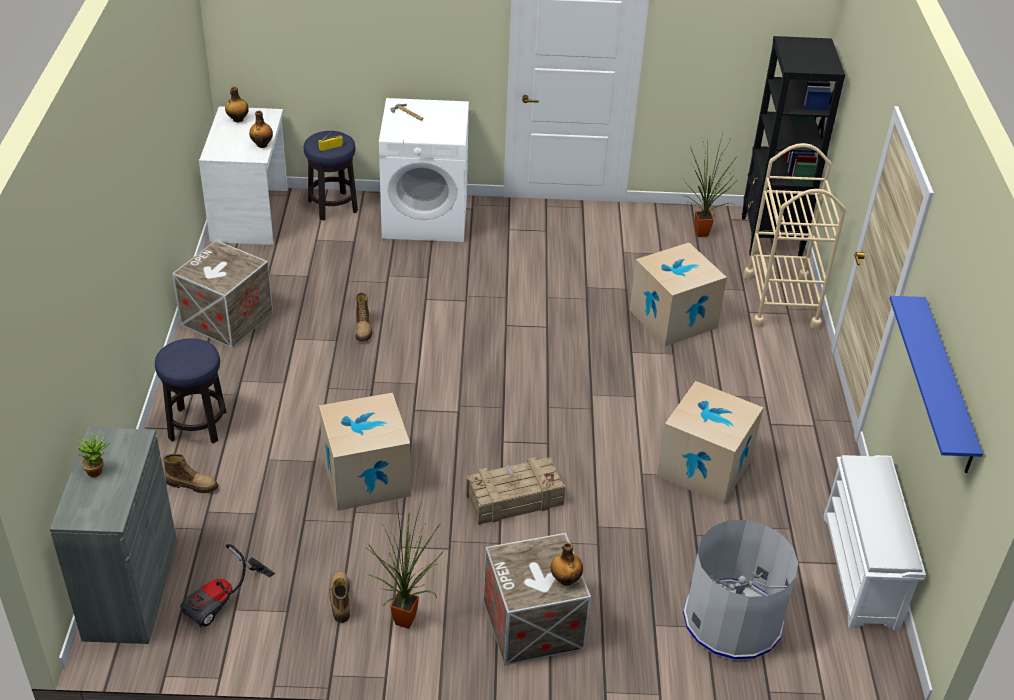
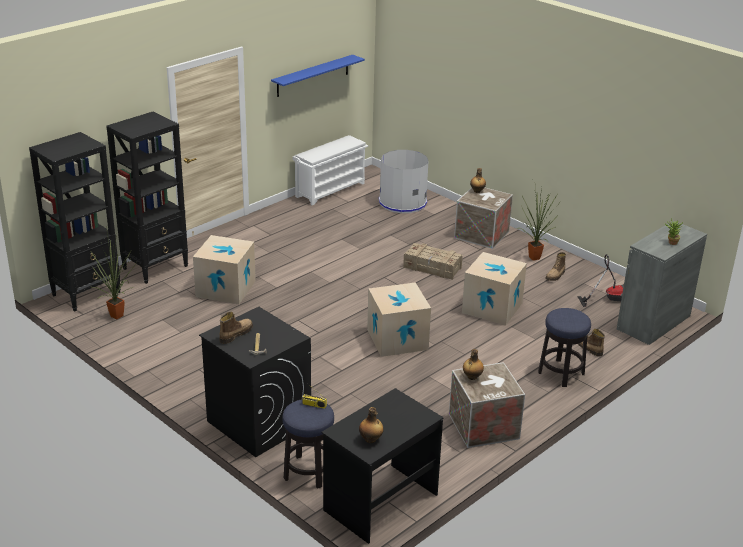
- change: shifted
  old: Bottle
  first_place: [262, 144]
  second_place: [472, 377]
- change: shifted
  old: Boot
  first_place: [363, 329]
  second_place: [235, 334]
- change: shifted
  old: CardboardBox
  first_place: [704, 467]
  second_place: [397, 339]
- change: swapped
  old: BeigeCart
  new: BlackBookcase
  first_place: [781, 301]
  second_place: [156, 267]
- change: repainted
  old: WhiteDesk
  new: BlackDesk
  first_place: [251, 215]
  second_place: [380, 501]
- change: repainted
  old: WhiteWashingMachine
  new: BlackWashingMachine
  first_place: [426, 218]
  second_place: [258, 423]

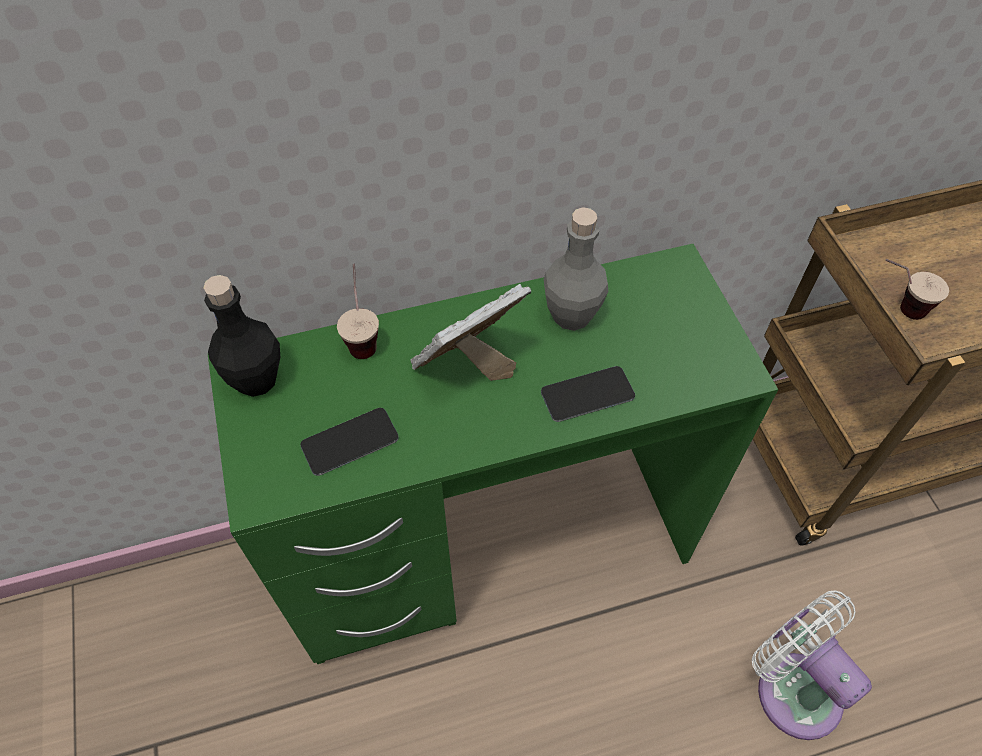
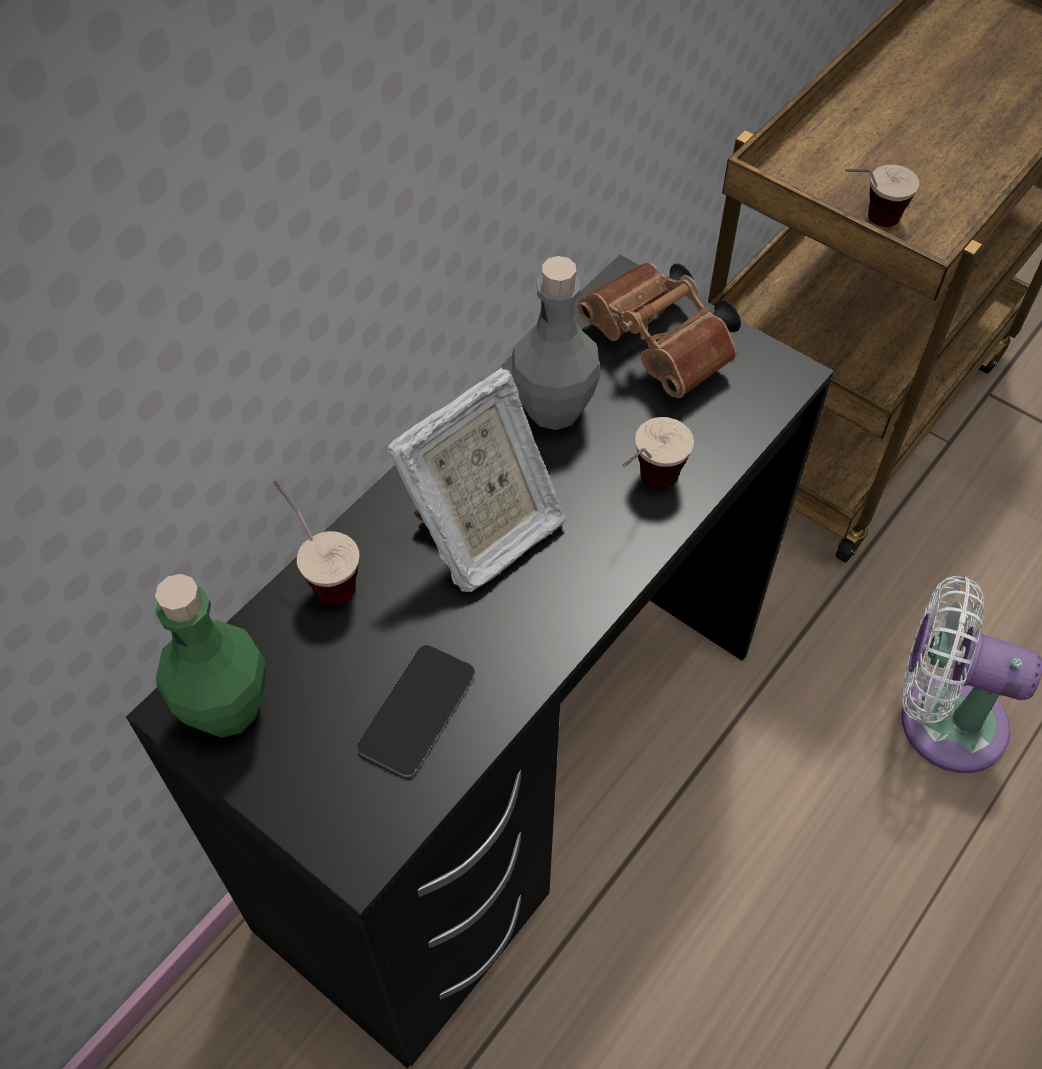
- change: new
  new: BrownBinoculars
  second_place: [663, 347]
- change: swapped
  old: Phone
  new: Cup
  first_place: [587, 394]
  second_place: [646, 490]
- change: repainted
  old: BlackBottle
  new: GreenBottle
  first_place: [256, 379]
  second_place: [227, 709]
- change: repainted
  old: GreenDesk
  new: BlackDesk
  first_place: [489, 546]
  second_place: [513, 781]
- change: rotated
  old: PictureFrame
  first_place: [469, 365]
  second_place: [483, 533]
  degrees: -150

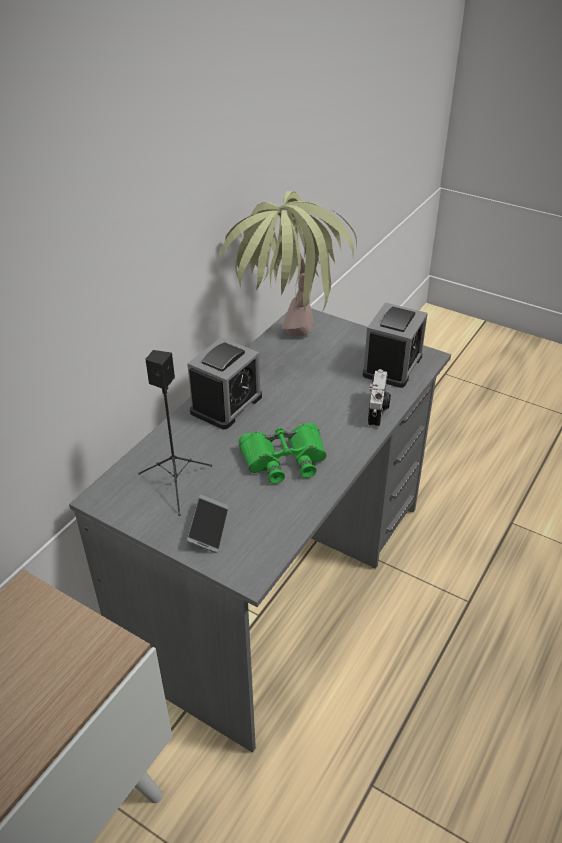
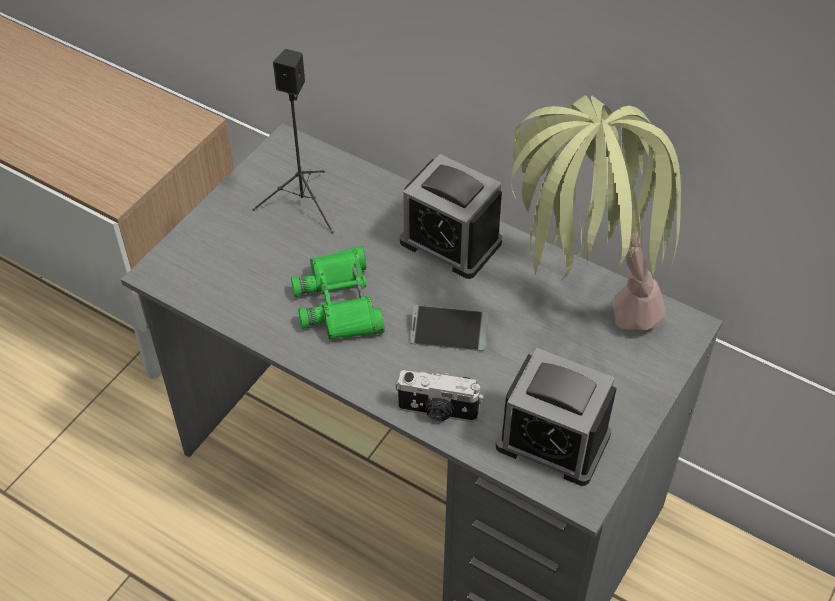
- change: shifted
  old: Phone
  first_place: [208, 528]
  second_place: [448, 333]

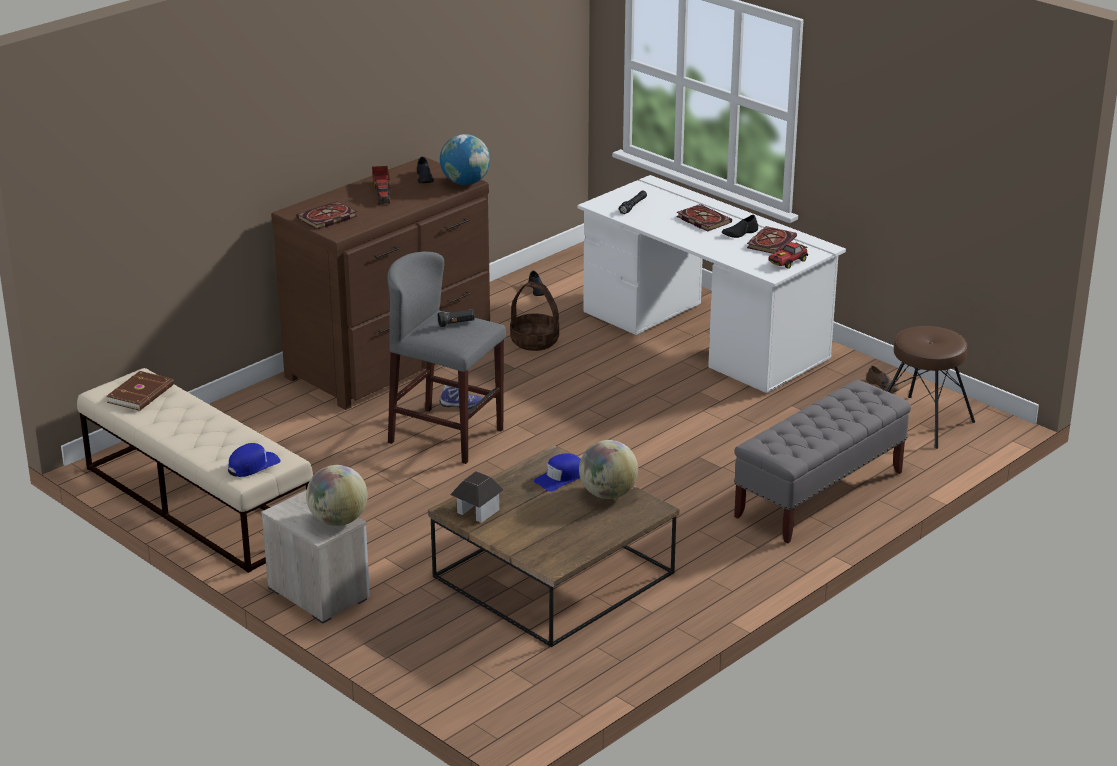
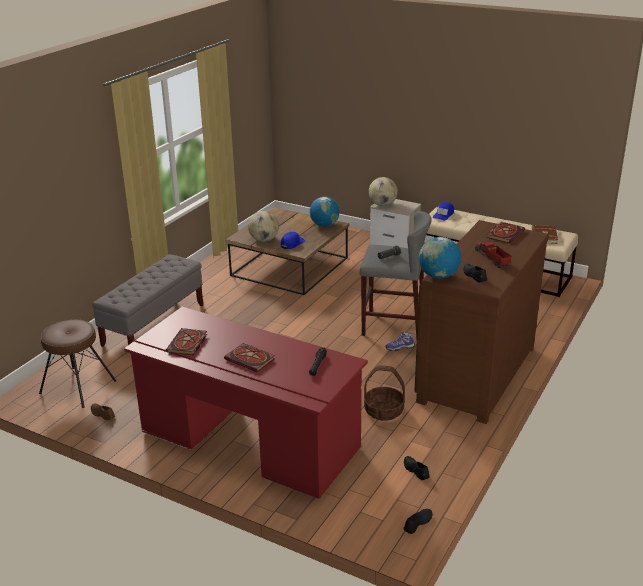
- change: gone
  old: ToyCar
  first_place: [787, 262]
- change: shifted
  old: BlackShoe
  first_place: [740, 233]
  second_place: [417, 523]
- change: swapped
  old: ToyHouse
  new: Globe
  first_place: [477, 511]
  second_place: [324, 225]
- change: repainted
  old: WhiteDesk
  new: RedDesk
  first_place: [704, 336]
  second_place: [249, 441]

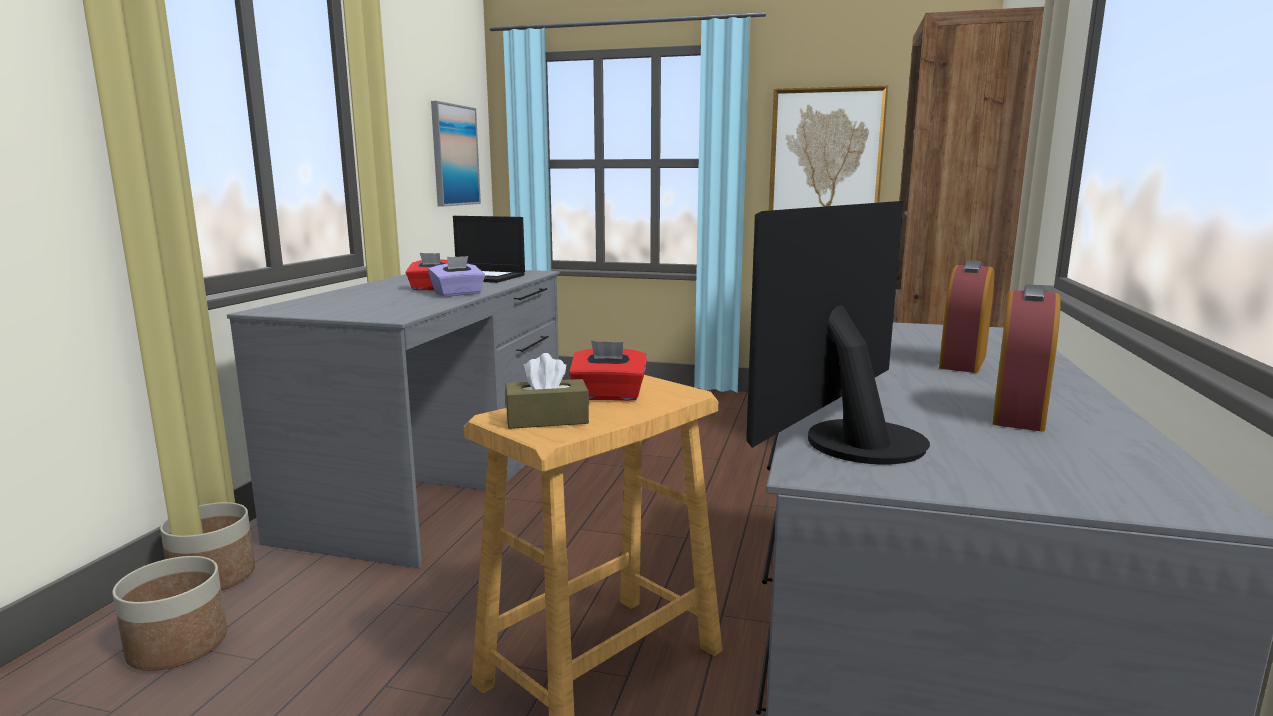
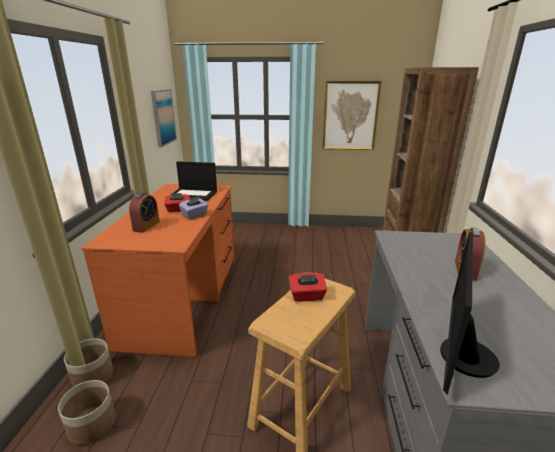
- change: gone
  old: BrownTissueBox
  first_place: [547, 419]
- change: shifted
  old: AlarmClock
  first_place: [1018, 413]
  second_place: [146, 226]
- change: repainted
  old: GreyDesk
  new: OrangeDesk
  first_place: [438, 481]
  second_place: [184, 297]

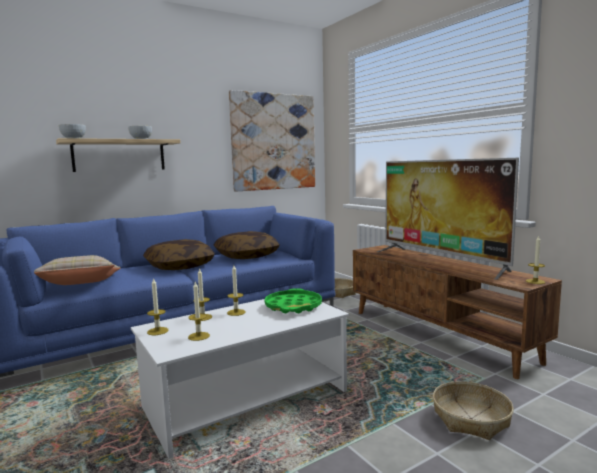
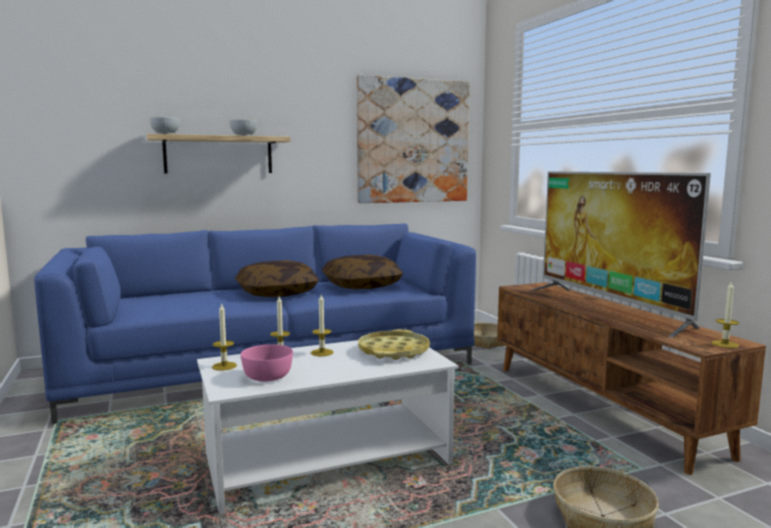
- change: gone
  old: BeigePillow
  first_place: [81, 285]
- change: swapped
  old: Candle
  new: PinkBowl
  first_place: [199, 336]
  second_place: [267, 376]
- change: repainted
  old: GreenTray
  new: YellowTray
  first_place: [293, 306]
  second_place: [393, 351]

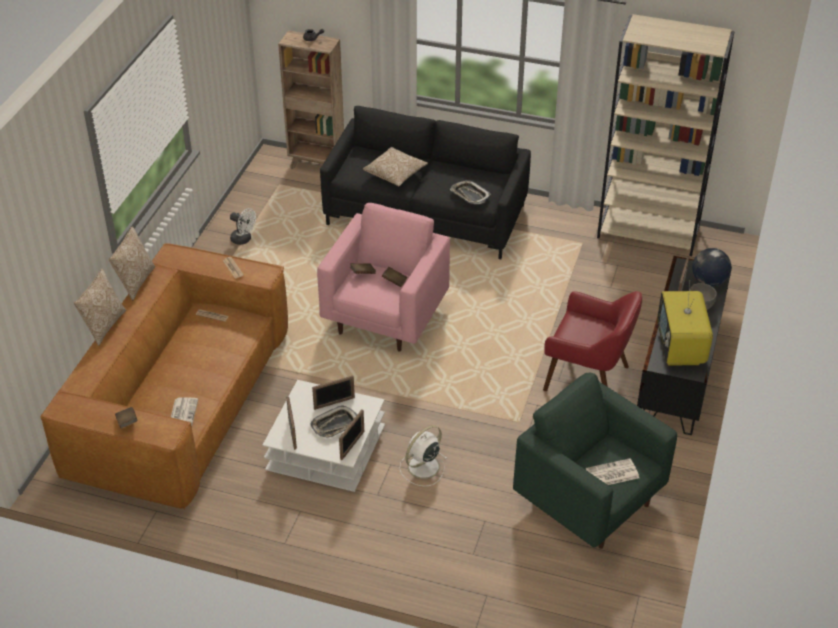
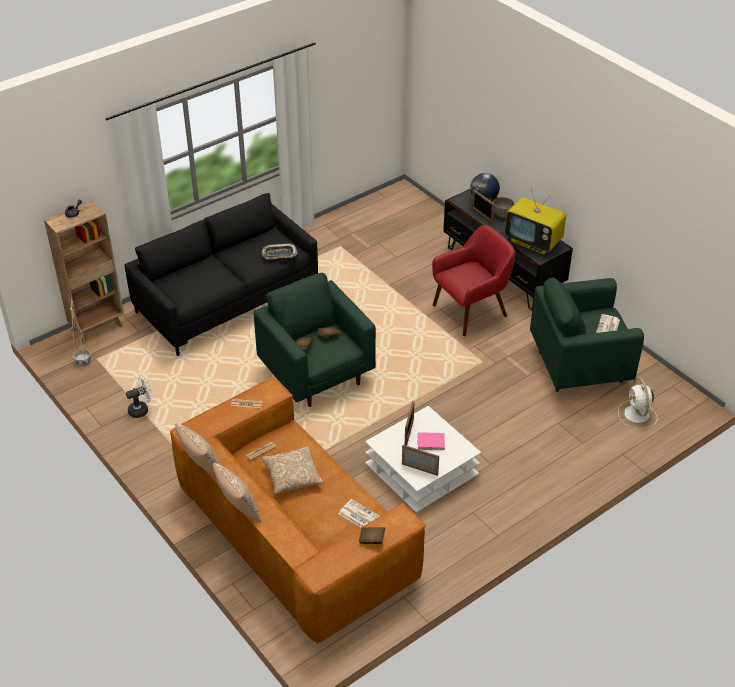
- change: gone
  old: PictureFrame
  first_place: [352, 445]
- change: gone
  old: BeigeBookcase
  first_place: [649, 232]
- change: new
  new: BeigePlanter
  second_place: [83, 361]
- change: shifted
  old: Pillow
  first_place: [395, 174]
  second_place: [292, 476]
- change: shifted
  old: WhiteFan
  first_place: [422, 467]
  second_place: [637, 415]
- change: swapped
  old: Tray
  new: PinkBook
  first_place: [335, 425]
  second_place: [431, 442]
- change: repainted
  old: PinkArmchair
  new: GreenArmchair
  first_place: [386, 317]
  second_place: [316, 374]

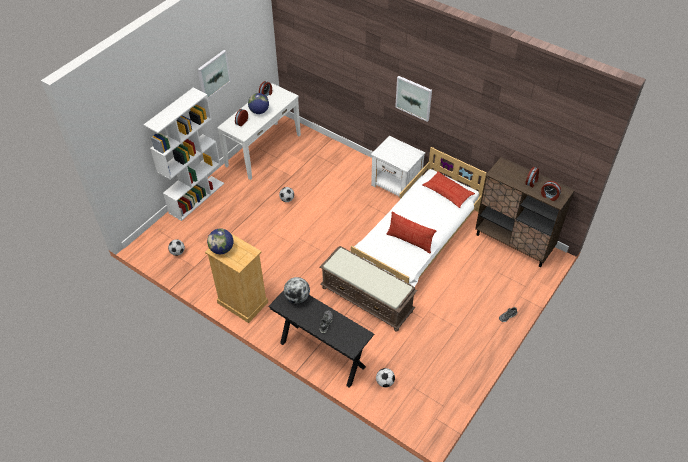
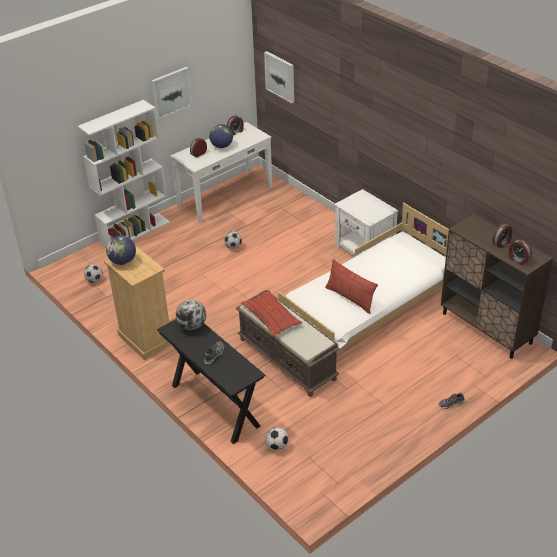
- change: shifted
  old: Picture
  first_place: [414, 98]
  second_place: [280, 76]
- change: shifted
  old: Pillow
  first_place: [448, 192]
  second_place: [271, 317]

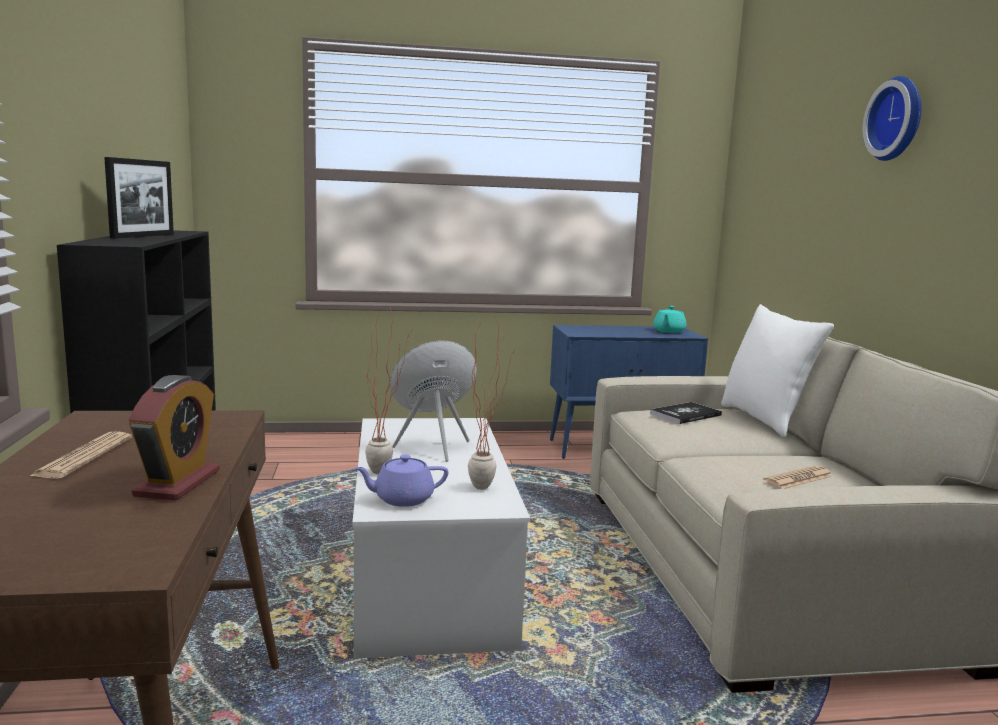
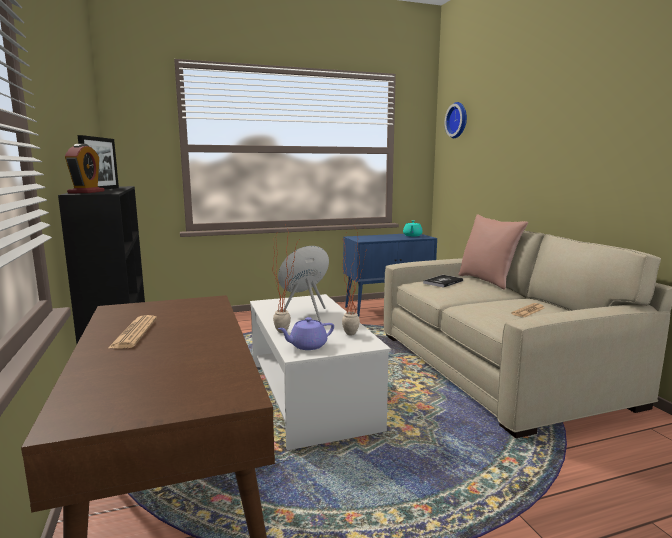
- change: shifted
  old: AlarmClock
  first_place: [177, 483]
  second_place: [86, 192]
- change: shifted
  old: WallClock
  first_place: [898, 119]
  second_place: [458, 120]
- change: repainted
  old: WhitePillow
  new: PinkPillow
  first_place: [765, 420]
  second_place: [487, 281]

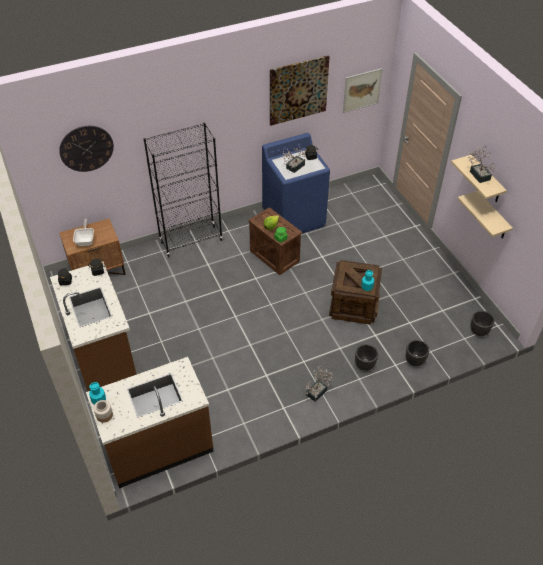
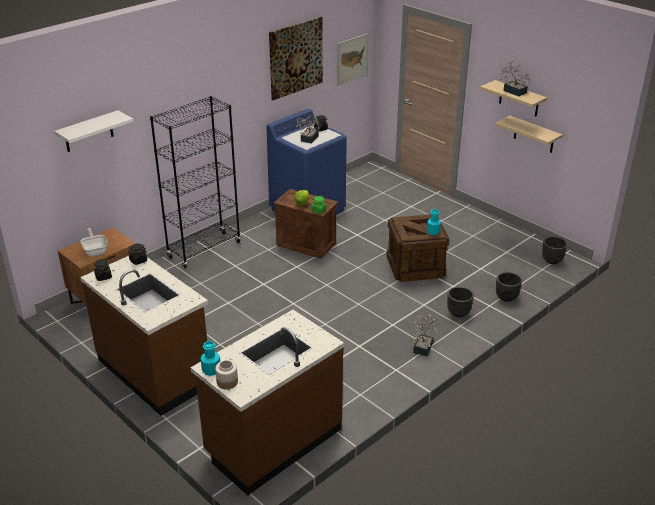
- change: swapped
  old: WallClock
  new: WhiteShelf
  first_place: [86, 148]
  second_place: [88, 132]

